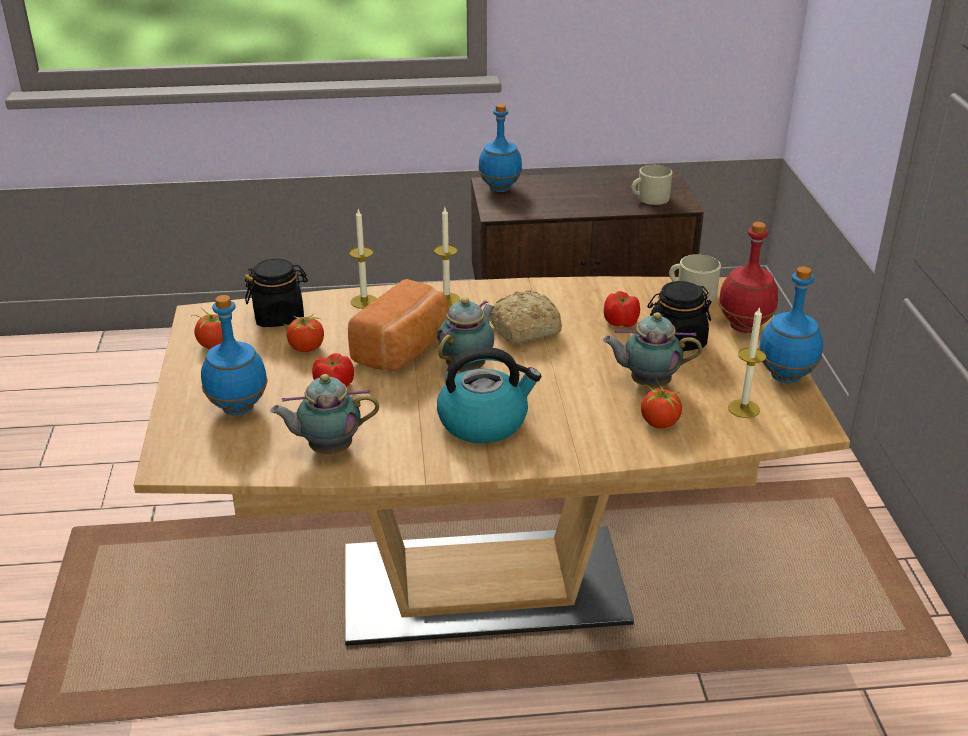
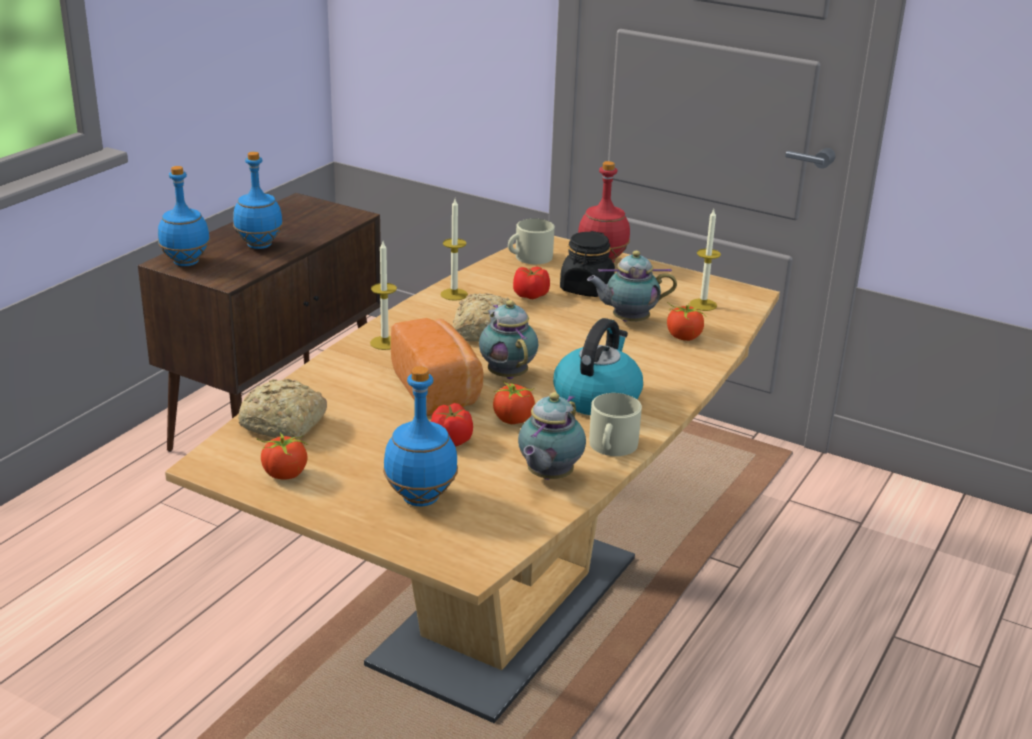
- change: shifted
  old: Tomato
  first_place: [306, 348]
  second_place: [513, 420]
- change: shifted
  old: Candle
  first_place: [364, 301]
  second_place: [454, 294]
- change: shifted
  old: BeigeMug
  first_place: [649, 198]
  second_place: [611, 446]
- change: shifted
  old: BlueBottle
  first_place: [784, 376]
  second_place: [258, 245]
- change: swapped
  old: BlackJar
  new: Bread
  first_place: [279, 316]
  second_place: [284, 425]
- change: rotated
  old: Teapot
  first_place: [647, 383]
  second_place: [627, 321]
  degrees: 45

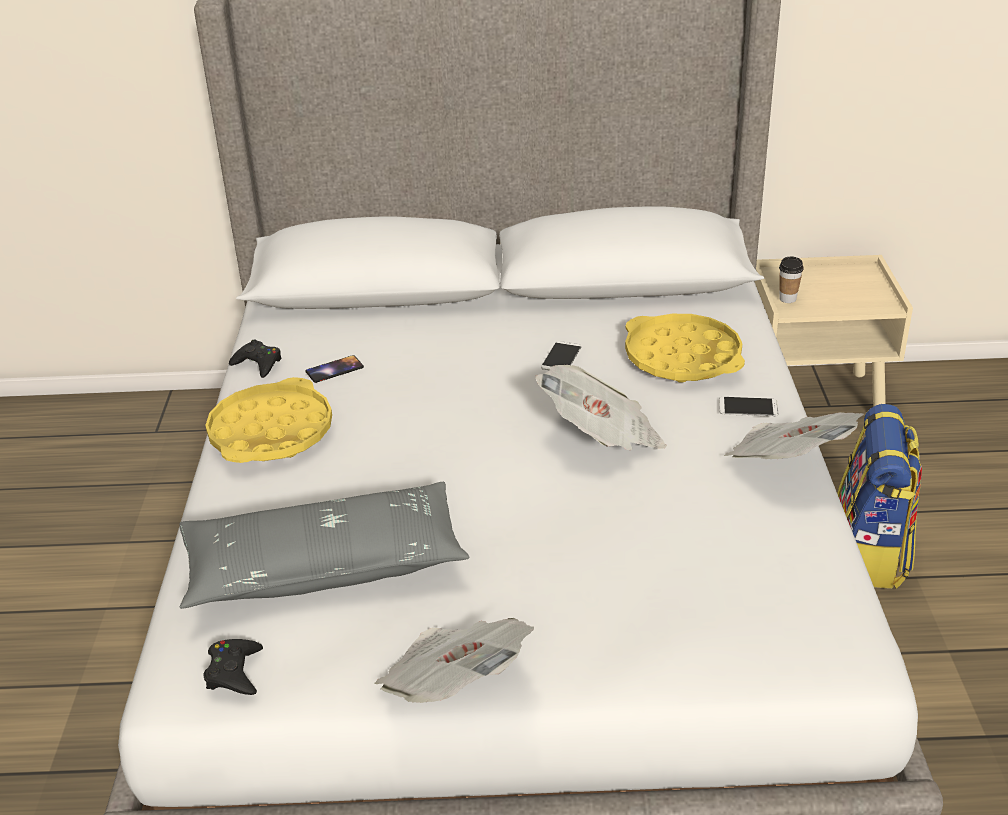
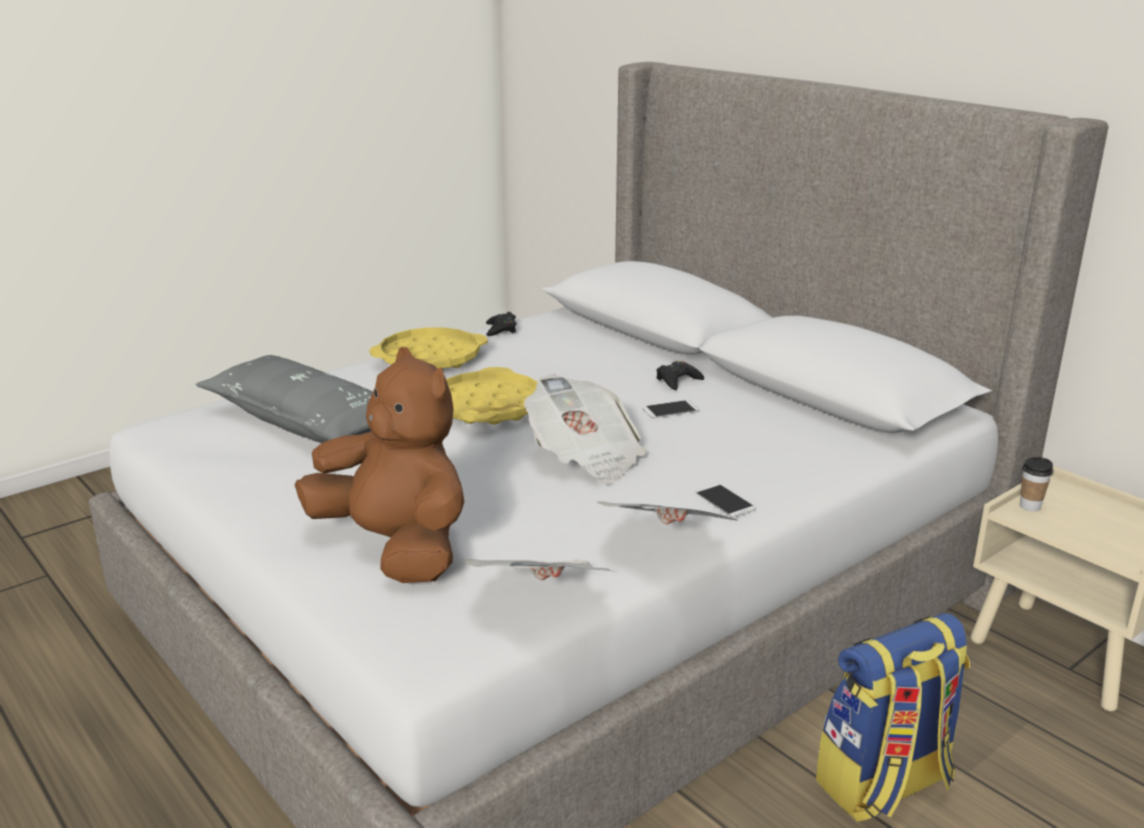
- change: gone
  old: Phone
  first_place: [334, 369]
- change: new
  new: BrownPlushToy
  second_place: [396, 548]
- change: shifted
  old: BlackGameController
  first_place: [234, 672]
  second_place: [677, 380]
- change: shifted
  old: Newspaper
  first_place: [455, 685]
  second_place: [545, 599]
- change: shifted
  old: YellowTray
  first_place: [682, 357]
  second_place: [488, 407]

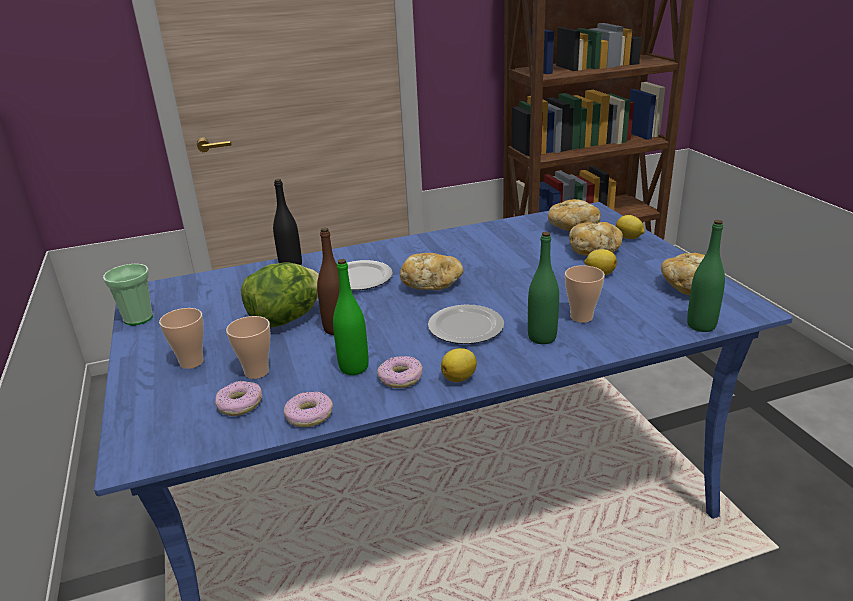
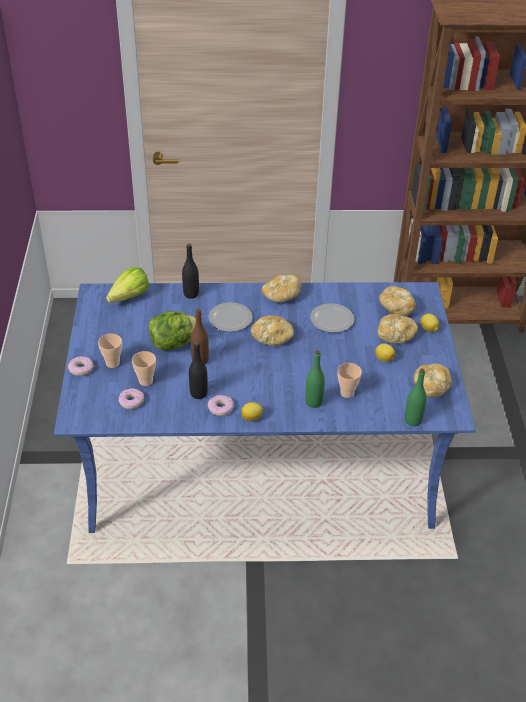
- change: gone
  old: Cup
  first_place: [138, 318]
- change: new
  new: Lettuce
  second_place: [126, 298]
- change: new
  new: Bread
  second_place: [281, 296]
- change: shifted
  old: Donut
  first_place: [309, 415]
  second_place: [81, 369]
- change: shifted
  old: Plate
  first_place: [465, 327]
  second_place: [331, 319]
- change: repainted
  old: GreenBottle
  new: BlackBottle
  first_place: [354, 368]
  second_place: [198, 393]

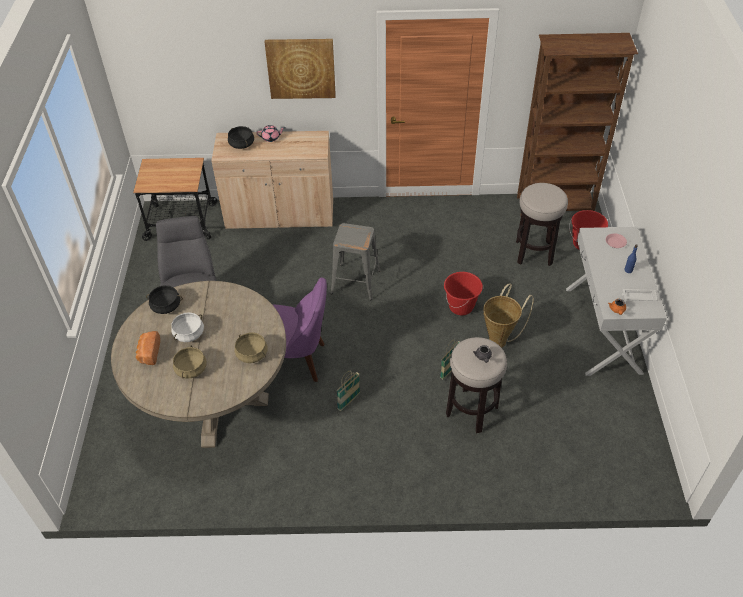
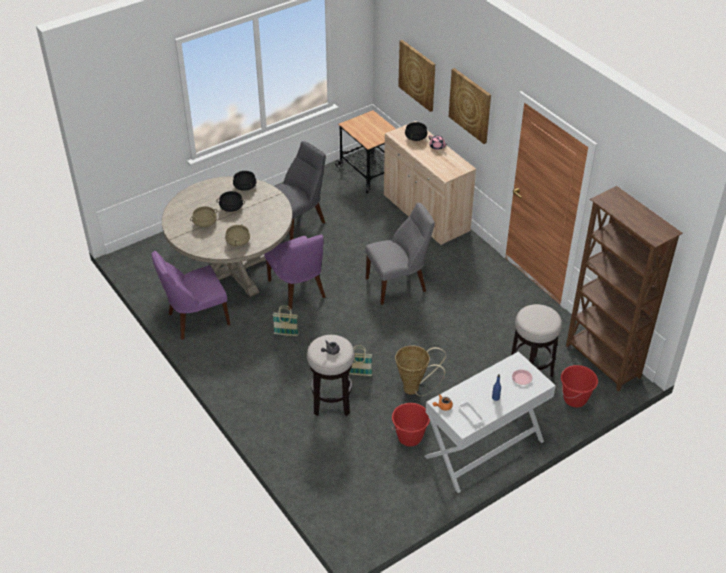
- change: gone
  old: Bread
  first_place: [148, 353]
- change: new
  new: PurpleChair
  second_place: [195, 319]
- change: new
  new: Picture
  second_place: [417, 75]
- change: shifted
  old: RedBucket
  first_place: [461, 307]
  second_place: [410, 437]
- change: swapped
  old: GreyStool
  new: GreyChair
  first_place: [355, 281]
  second_place: [398, 284]
- change: repainted
  old: WhiteCookingPot
  new: BlackCookingPot
  first_place: [189, 334]
  second_place: [231, 207]

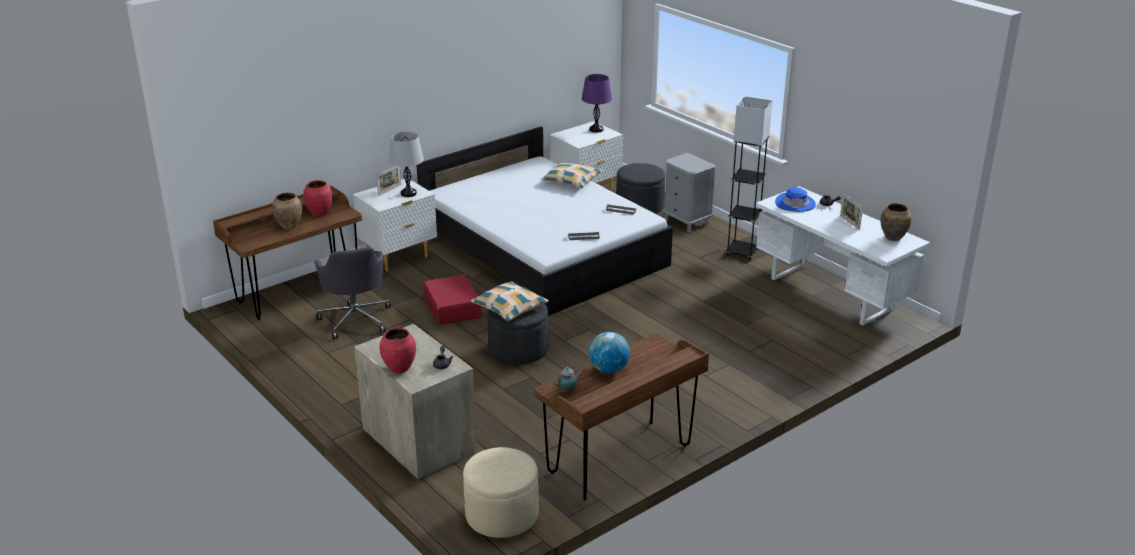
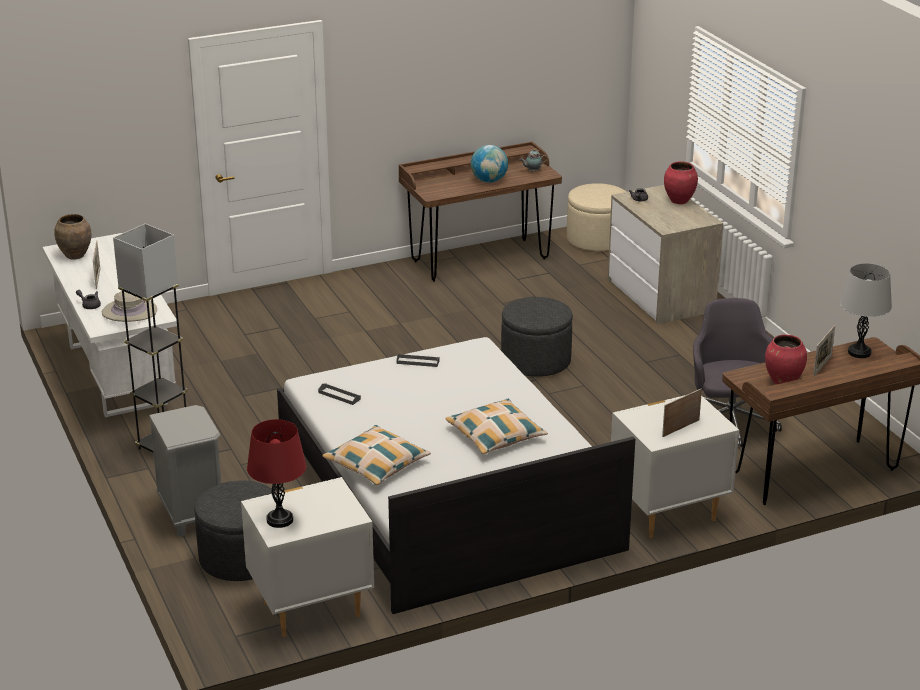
- change: gone
  old: RedSuitcase
  first_place: [452, 308]
- change: shifted
  old: GreyTableLamp
  first_place: [408, 193]
  second_place: [859, 352]
- change: shifted
  old: Pillow
  first_place: [510, 307]
  second_place: [495, 435]
- change: swapped
  old: BrownVase
  new: PictureFrame
  first_place: [289, 226]
  second_place: [822, 366]
- change: repainted
  old: PurpleTableLamp
  new: RedTableLamp
  first_place: [596, 130]
  second_place: [280, 520]
- change: repainted
  old: BlueHat
  new: BeigeHat
  first_place: [795, 203]
  second_place: [129, 312]

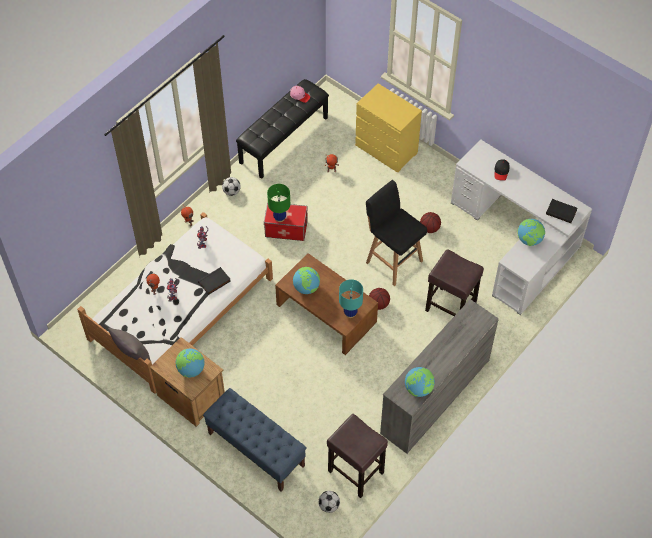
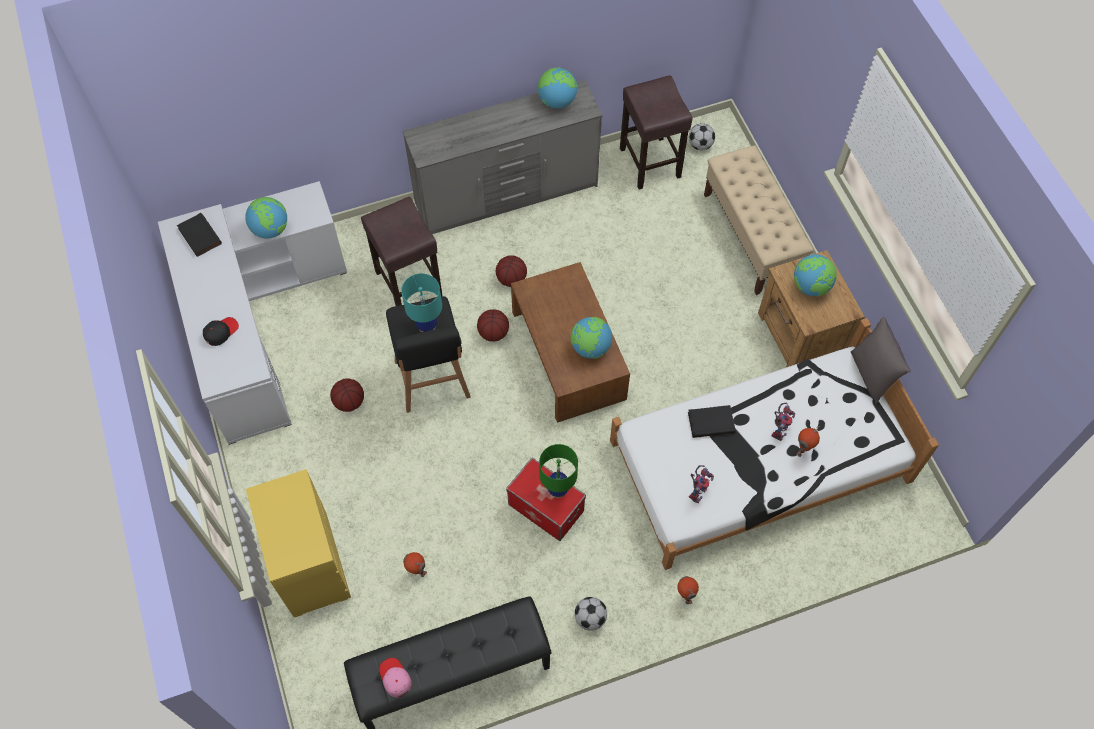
- change: new
  new: Basketball
  second_place: [512, 279]
- change: shifted
  old: TurquoiseTableLamp
  first_place: [350, 313]
  second_place: [426, 326]
- change: repainted
  old: BlueBench
  new: BeigeBench
  first_place: [256, 449]
  second_place: [751, 237]

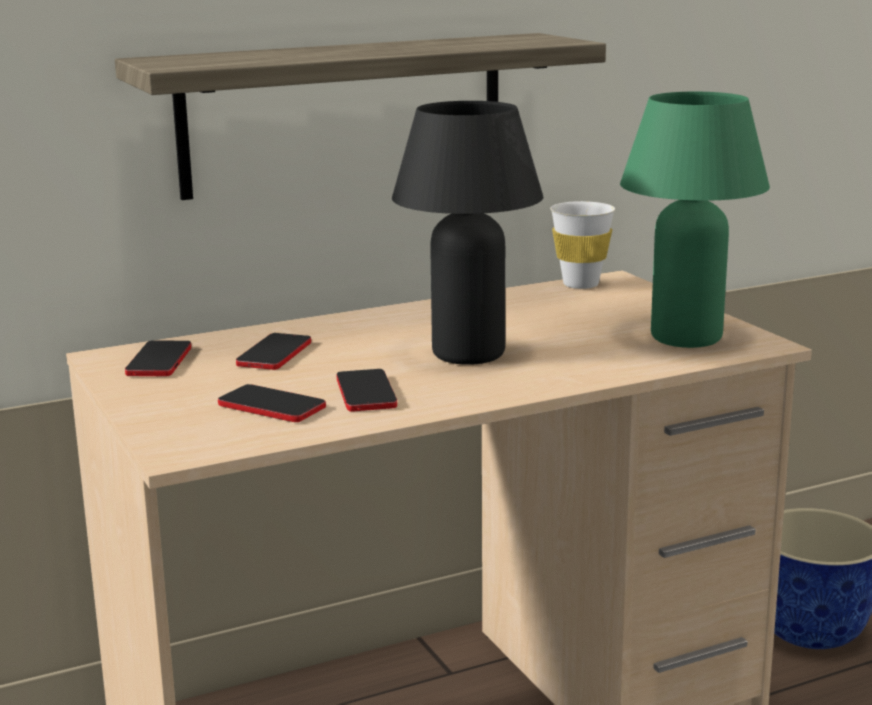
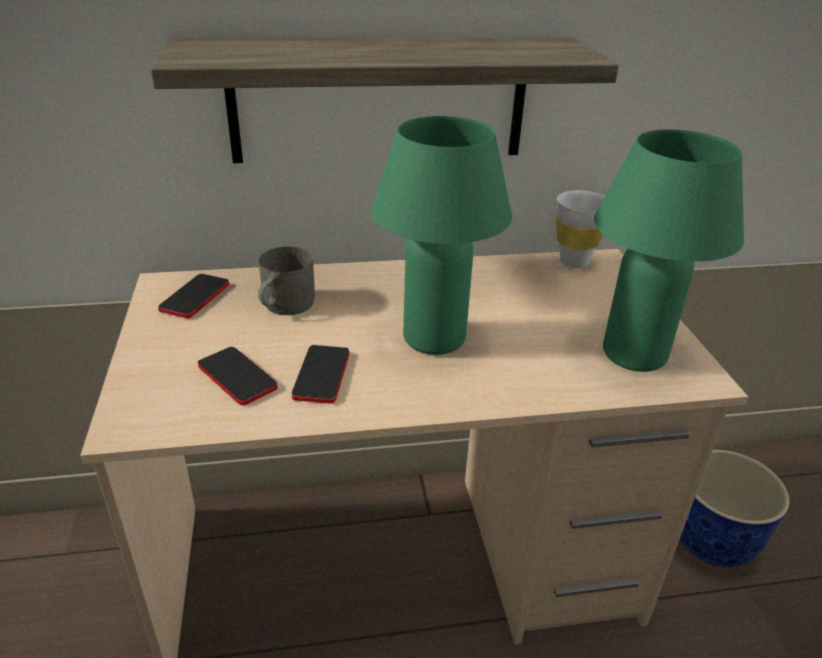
- change: swapped
  old: Phone
  new: GreyMug
  first_place: [274, 353]
  second_place: [284, 305]
- change: repainted
  old: BlackTableLamp
  new: GreenTableLamp
  first_place: [468, 354]
  second_place: [434, 338]

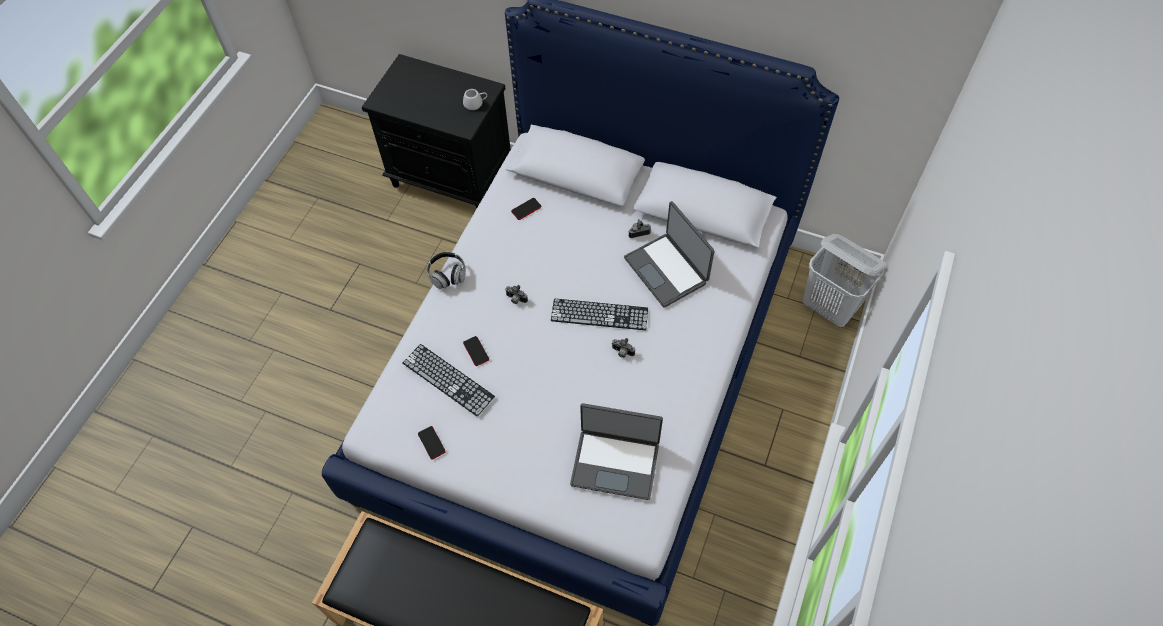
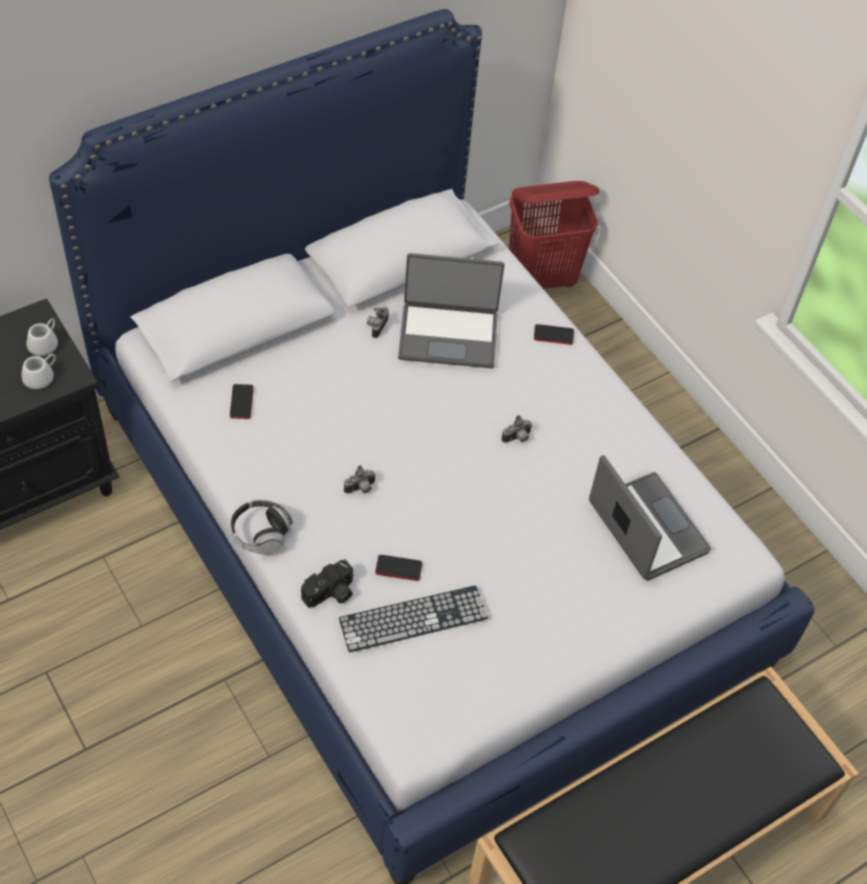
- change: gone
  old: Keyboard
  first_place: [599, 314]
- change: new
  new: WhiteMug
  second_place: [41, 376]
- change: new
  new: PhotoCamera
  second_place: [330, 594]
- change: shifted
  old: Phone
  first_place: [431, 443]
  second_place: [553, 335]
- change: repainted
  old: WhiteLaundryBasket
  new: RedLaundryBasket
  first_place: [830, 308]
  second_place: [542, 278]
- change: rotated
  old: Laptop
  first_place: [615, 463]
  second_place: [645, 528]
  degrees: -75

